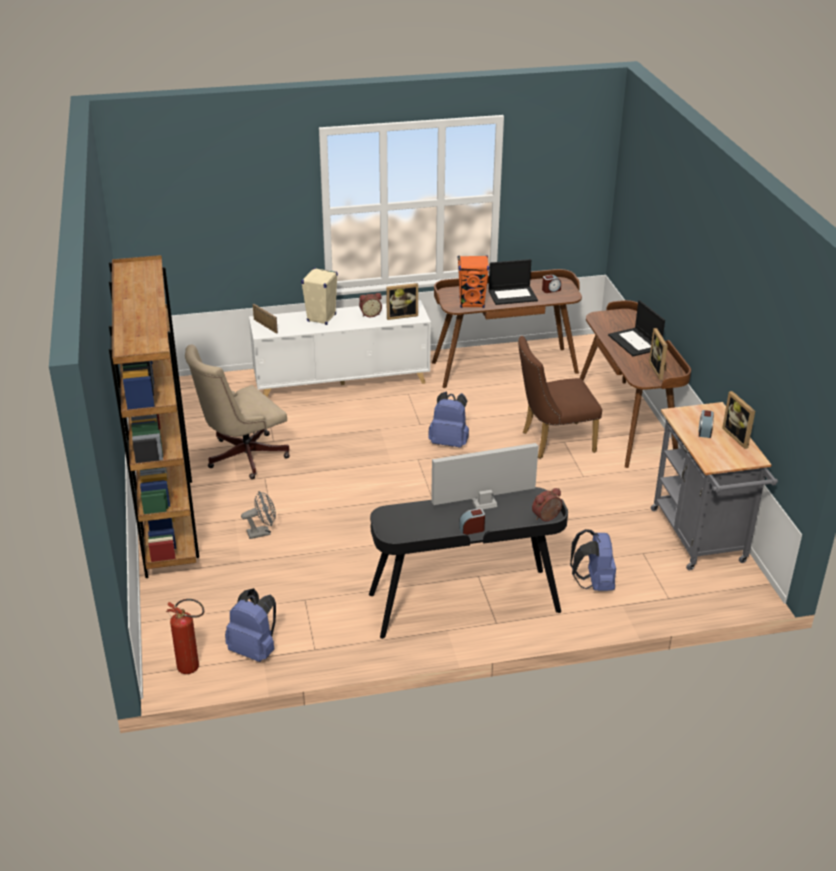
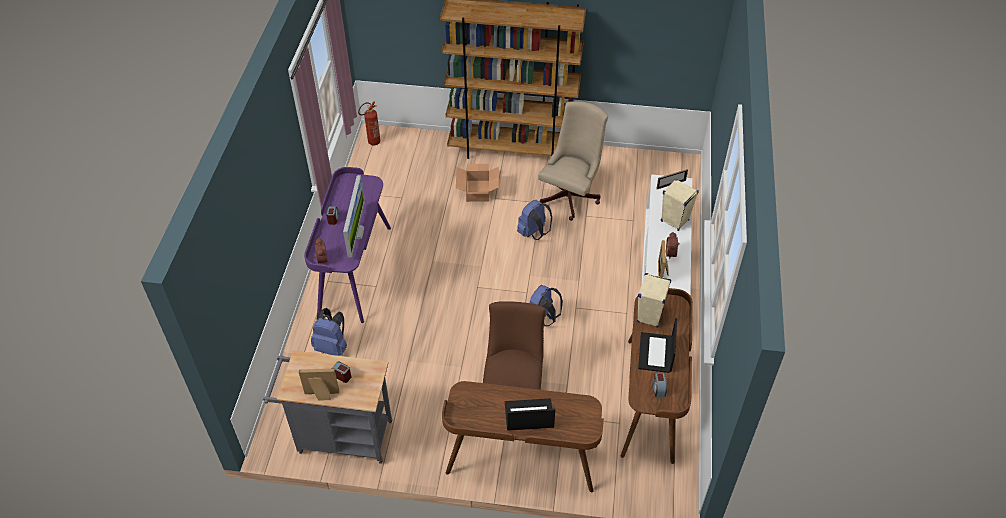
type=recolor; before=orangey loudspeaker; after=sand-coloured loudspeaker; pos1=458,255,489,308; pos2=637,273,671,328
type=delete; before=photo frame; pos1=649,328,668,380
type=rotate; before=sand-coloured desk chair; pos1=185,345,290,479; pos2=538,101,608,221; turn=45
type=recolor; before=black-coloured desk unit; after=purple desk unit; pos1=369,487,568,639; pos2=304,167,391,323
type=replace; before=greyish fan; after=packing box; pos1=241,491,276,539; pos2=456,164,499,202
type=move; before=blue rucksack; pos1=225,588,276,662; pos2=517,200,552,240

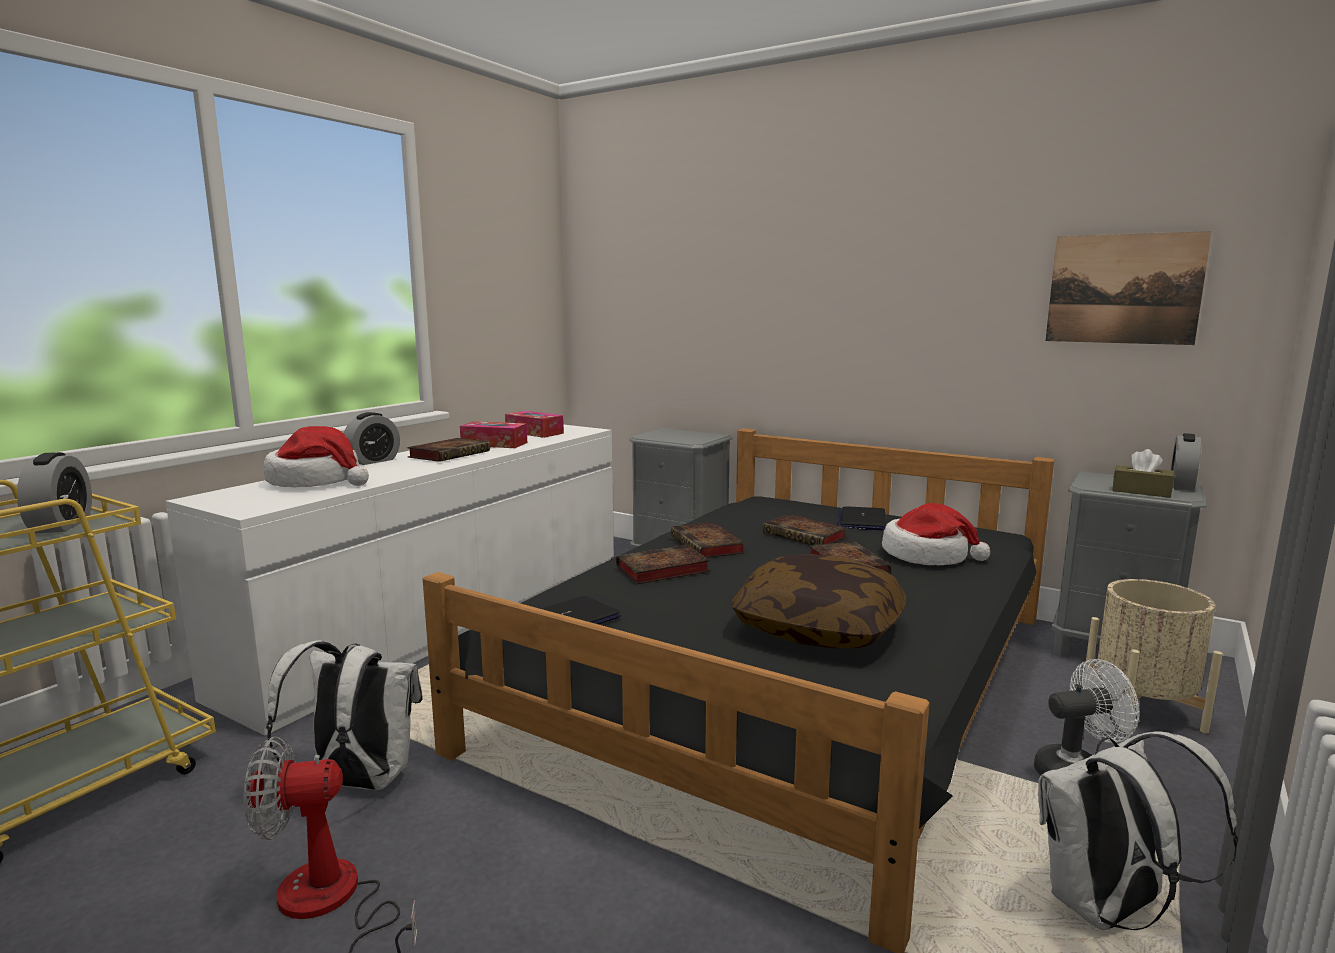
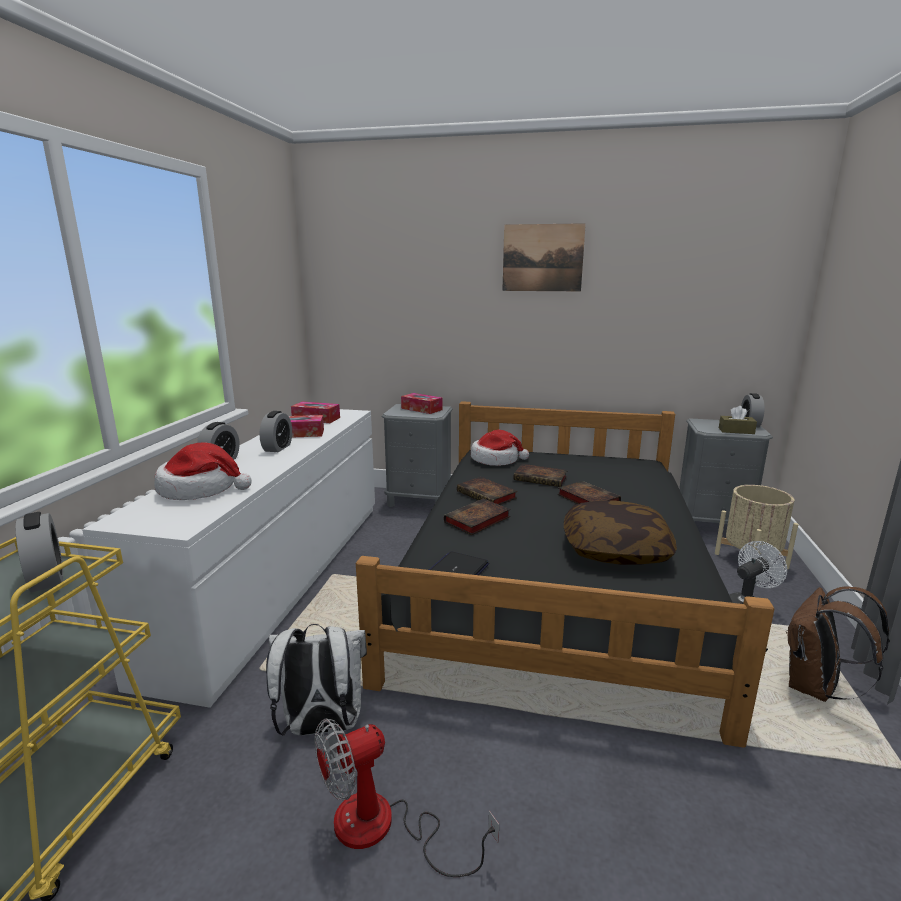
type=move; before=picture; pos1=1046,231,1212,345; pos2=502,223,586,291
type=replace; before=bound book; after=alarm clock; pos1=407,438,490,462; pos2=260,411,292,452
type=move; before=hat; pos1=882,503,990,565; pos2=471,430,529,466
type=delete; before=portable computer; pos1=837,506,886,530
type=recolor; before=white-coloured rucksack; after=brown rucksack; pos1=1038,731,1238,930; pos2=786,586,890,702
type=insert; after=box of tissues; pos2=401,393,442,414

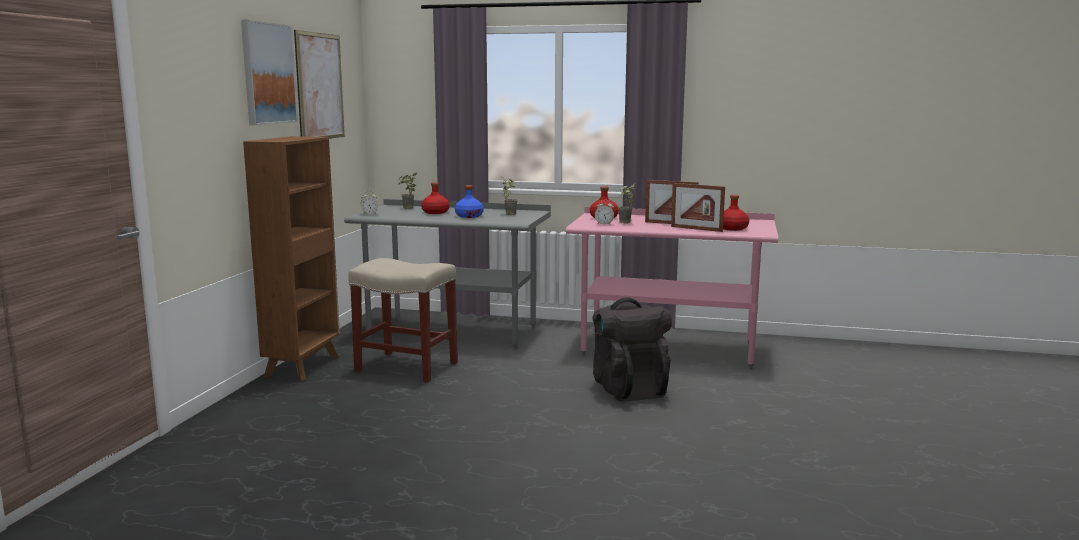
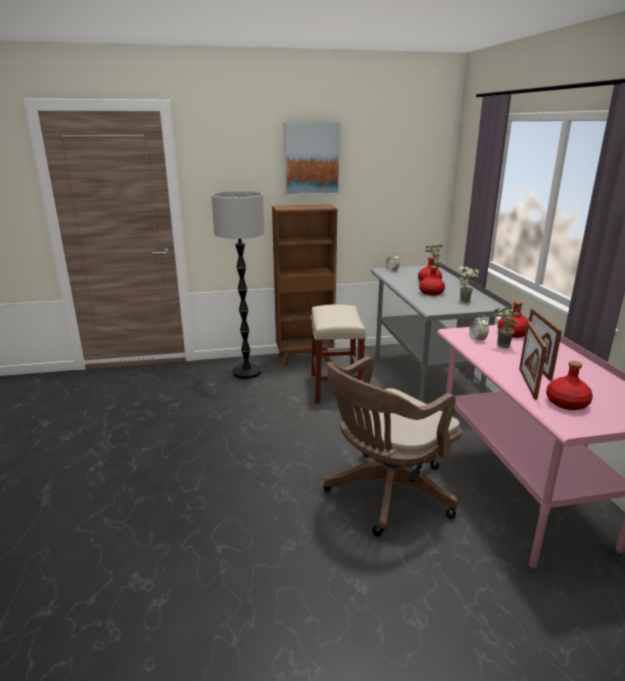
type=delete; before=picture; pos1=294,30,345,139
type=recolor; before=blue drink bottle; after=red-coloured drink bottle; pos1=455,185,484,218; pos2=419,266,445,295
type=replace; before=black-coloured rucksack; after=brown desk chair; pos1=592,297,672,402; pos2=323,357,462,536
type=insert; after=floor lamp; pos2=211,191,264,379

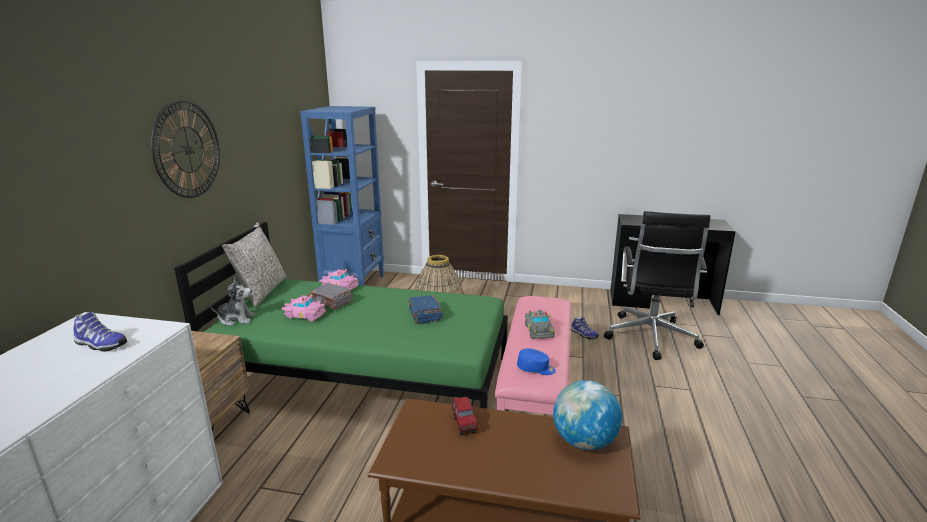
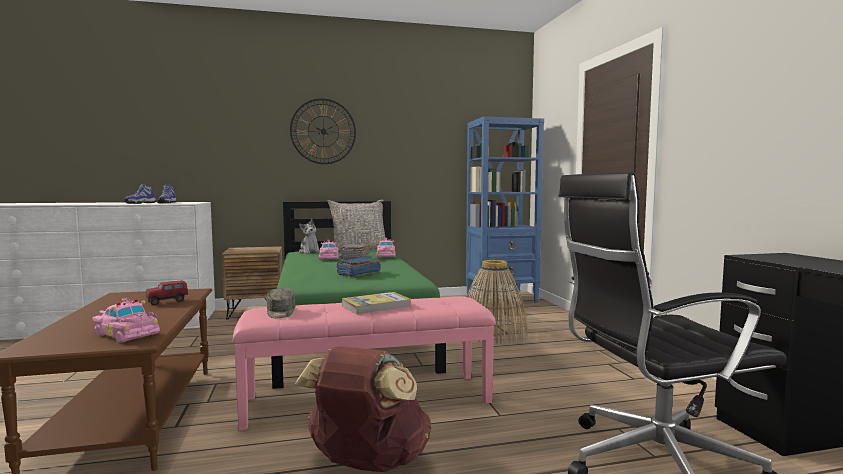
type=replace; before=greyish model car; after=bound book; pos1=525,310,555,339; pos2=342,292,411,315
type=move; before=item of footwear; pos1=571,317,599,339; pos2=124,184,156,204
type=recolor; before=blue cap; after=greyish cap; pos1=517,348,556,375; pos2=267,288,296,318
type=replace; before=globe; after=pinkish model car; pos1=553,380,622,450; pos2=92,298,160,343
type=insert; after=brown rucksack; pos2=295,346,431,472

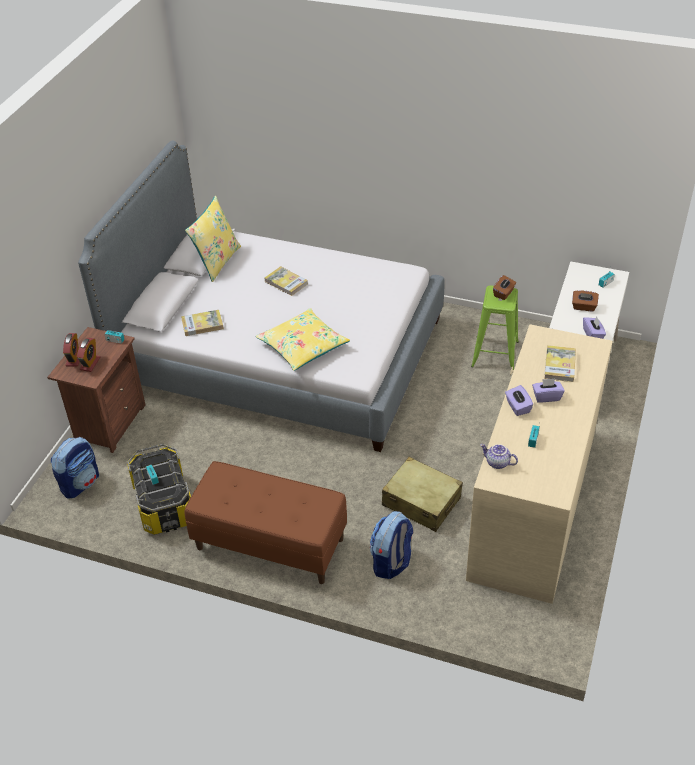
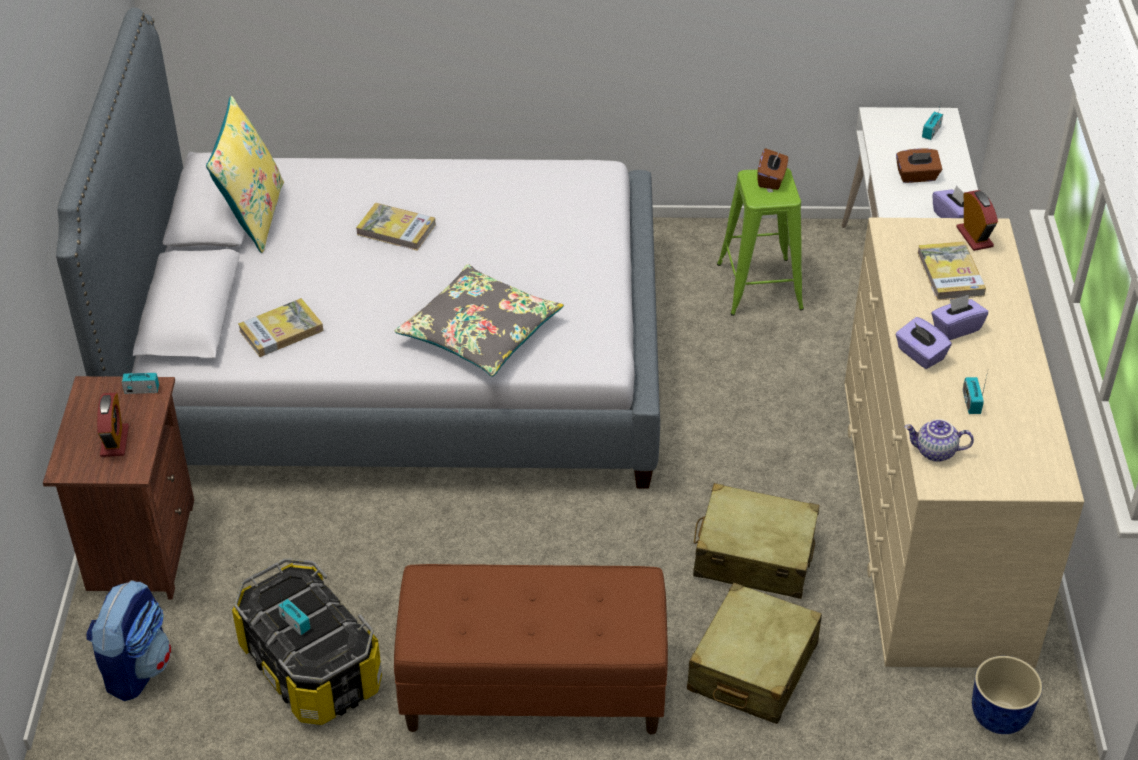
type=recolor; before=yellow-coloured throw pillow; after=greyish throw pillow; pos1=255,308,350,371; pos2=394,264,564,376
type=move; before=alarm clock; pos1=63,333,80,366; pos2=956,190,998,251
type=replace; before=rucksack; after=sand-coloured suitcase; pos1=370,511,413,579; pos2=687,583,822,724
type=insert; after=plant pot; pos2=972,656,1042,734

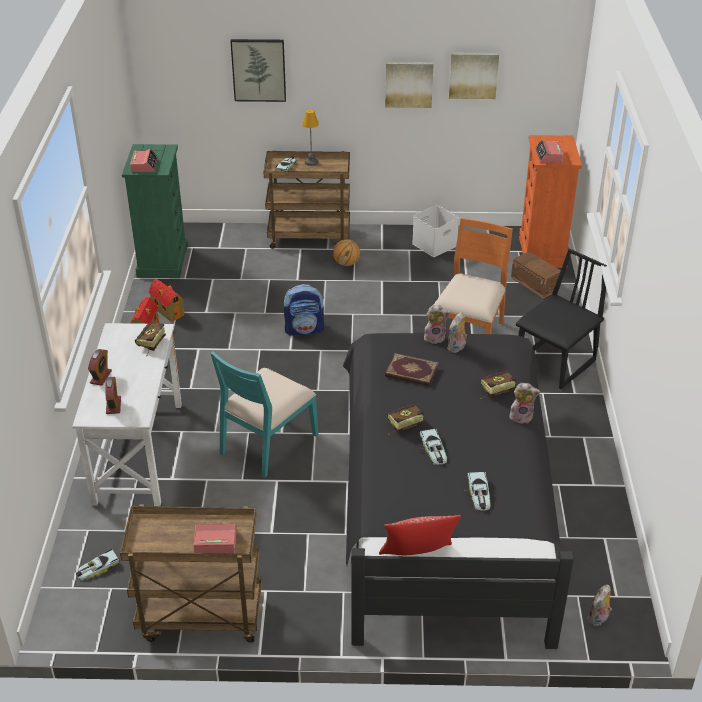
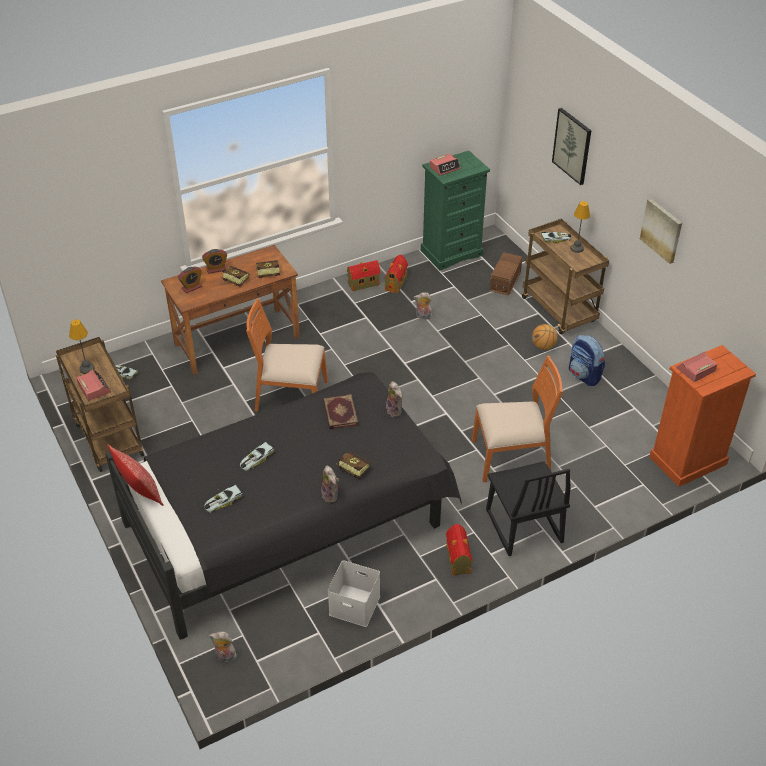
type=delete; before=picture; pos1=449,53,499,99
type=move; before=white-coloured storage bin; pos1=412,205,459,257; pos2=328,560,380,627
type=rotate; before=black-coloured chair; pos1=516,248,607,389; pos2=486,461,571,556; turn=60
type=move; before=brown storage bin; pos1=511,251,561,299; pos2=490,252,522,296
type=move; before=rucksack; pos1=284,284,324,336; pos2=569,335,605,386
type=move; before=cuddly toy; pos1=447,312,467,353; pos2=414,292,432,319
type=recolor; before=white-coloured desk unit; after=brown desk unit; pos1=72,323,182,506; pos2=161,245,300,375
type=recolor; before=blue-green chair; after=orangey chair; pos1=210,351,318,478; pos2=246,299,328,412
type=move; before=bound book; pos1=387,404,424,435; pos2=221,266,249,287
type=insert; after=table lamp; pos2=69,319,95,374
type=insert; after=toy house; pos2=446,524,472,575

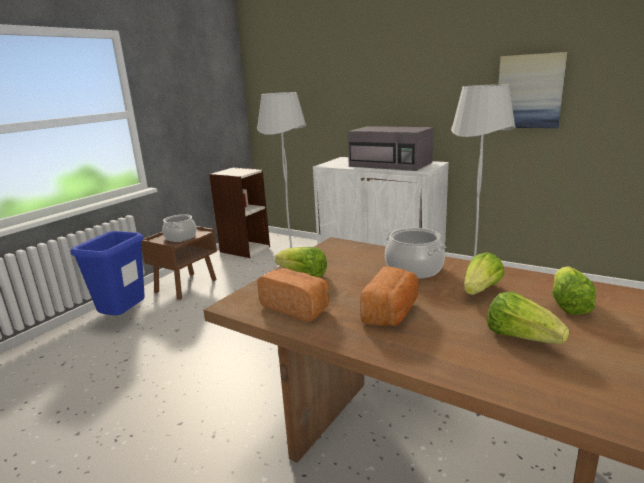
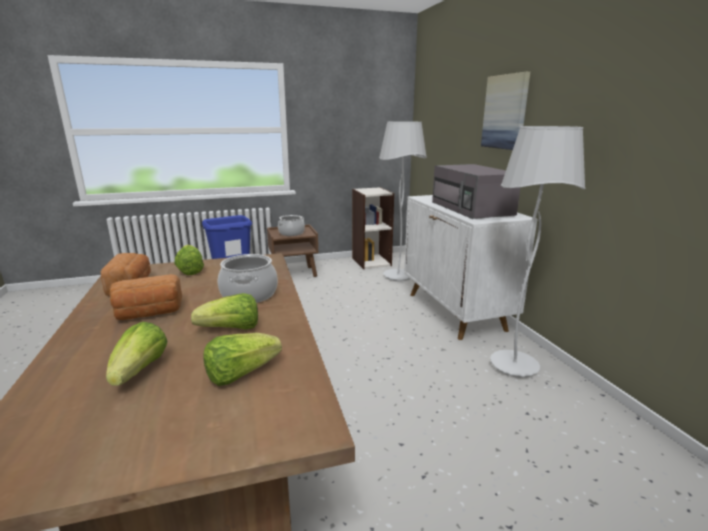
type=move; before=picture; pos1=499,52,568,128; pos2=481,72,531,150

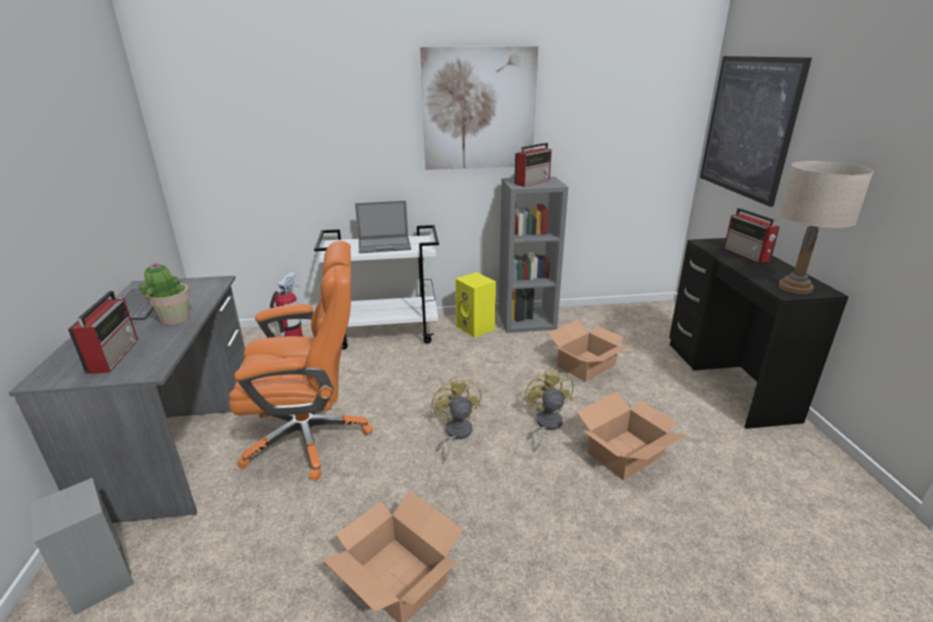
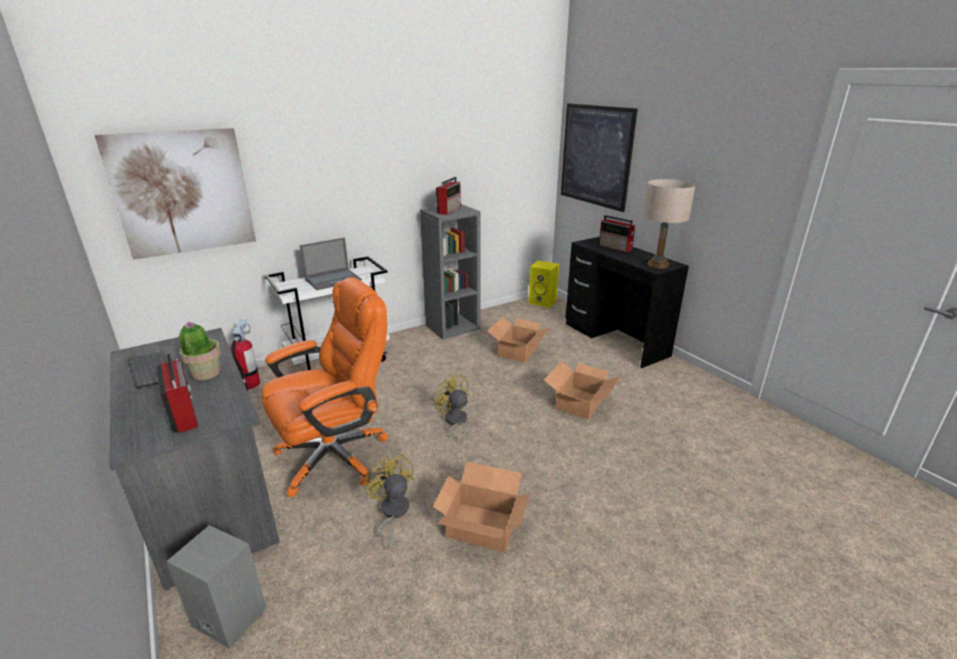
type=move; before=picture; pos1=420,46,538,170; pos2=94,128,256,260
type=move; before=yellow-coloured loudspeaker; pos1=455,272,496,338; pos2=529,261,559,308
type=move; before=yellow-coloured fan; pos1=525,368,574,452; pos2=365,454,414,550

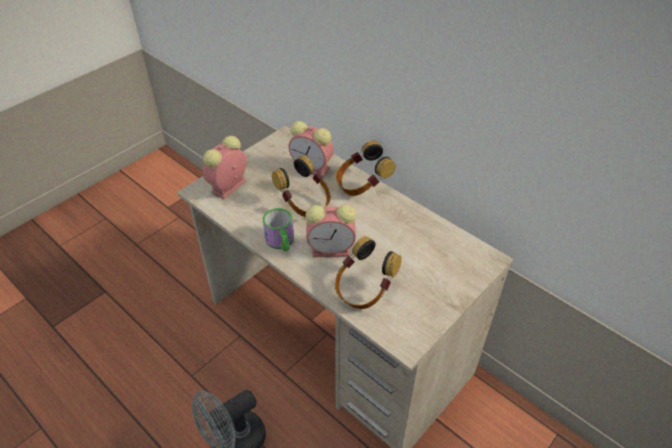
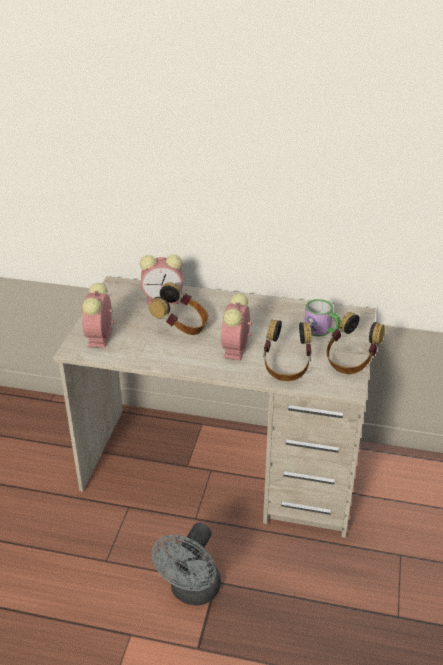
type=move; before=pair of headphones; pos1=336,141,396,196; pos2=327,312,385,374
type=rotate; before=alarm clock; pos1=305,205,357,257; pos2=221,294,252,360; turn=135
type=move; before=tea mug; pos1=263,208,294,251; pos2=304,299,341,336

